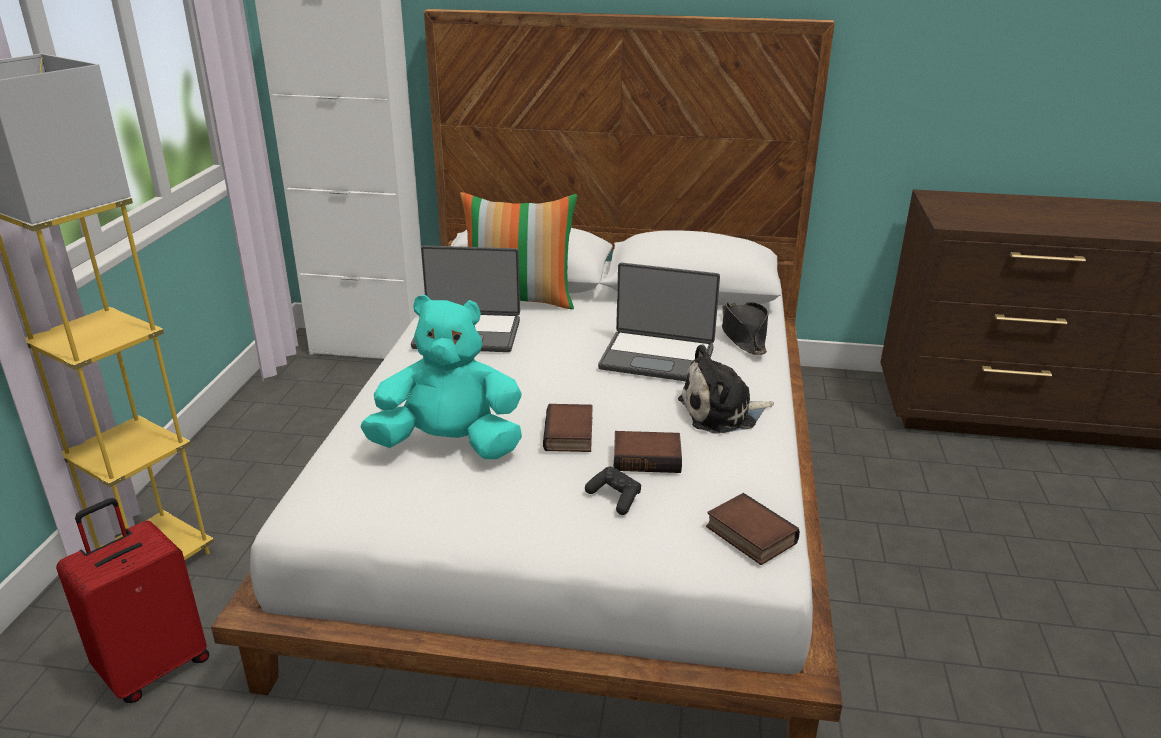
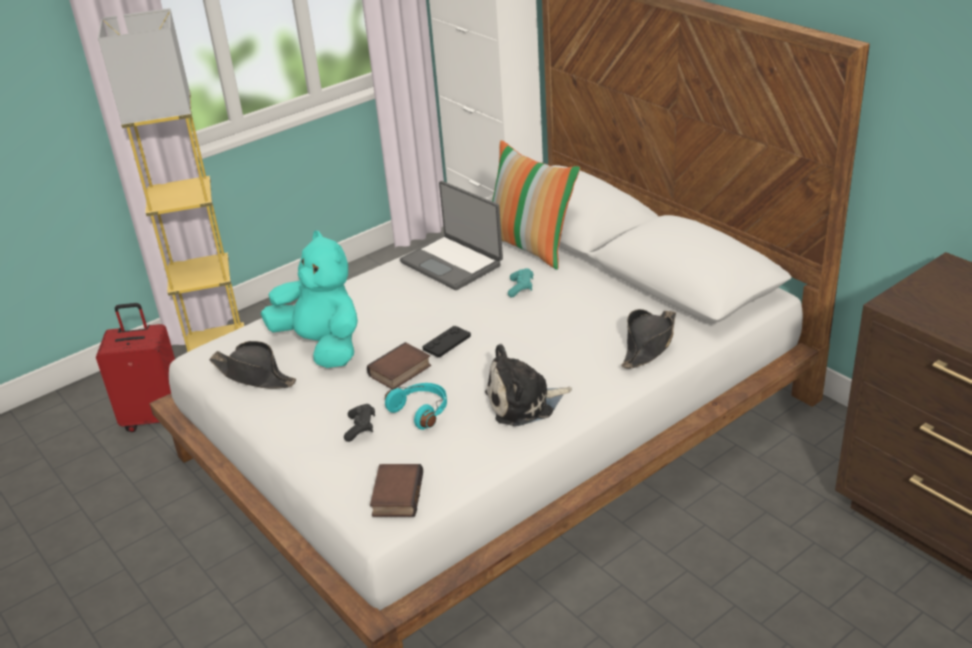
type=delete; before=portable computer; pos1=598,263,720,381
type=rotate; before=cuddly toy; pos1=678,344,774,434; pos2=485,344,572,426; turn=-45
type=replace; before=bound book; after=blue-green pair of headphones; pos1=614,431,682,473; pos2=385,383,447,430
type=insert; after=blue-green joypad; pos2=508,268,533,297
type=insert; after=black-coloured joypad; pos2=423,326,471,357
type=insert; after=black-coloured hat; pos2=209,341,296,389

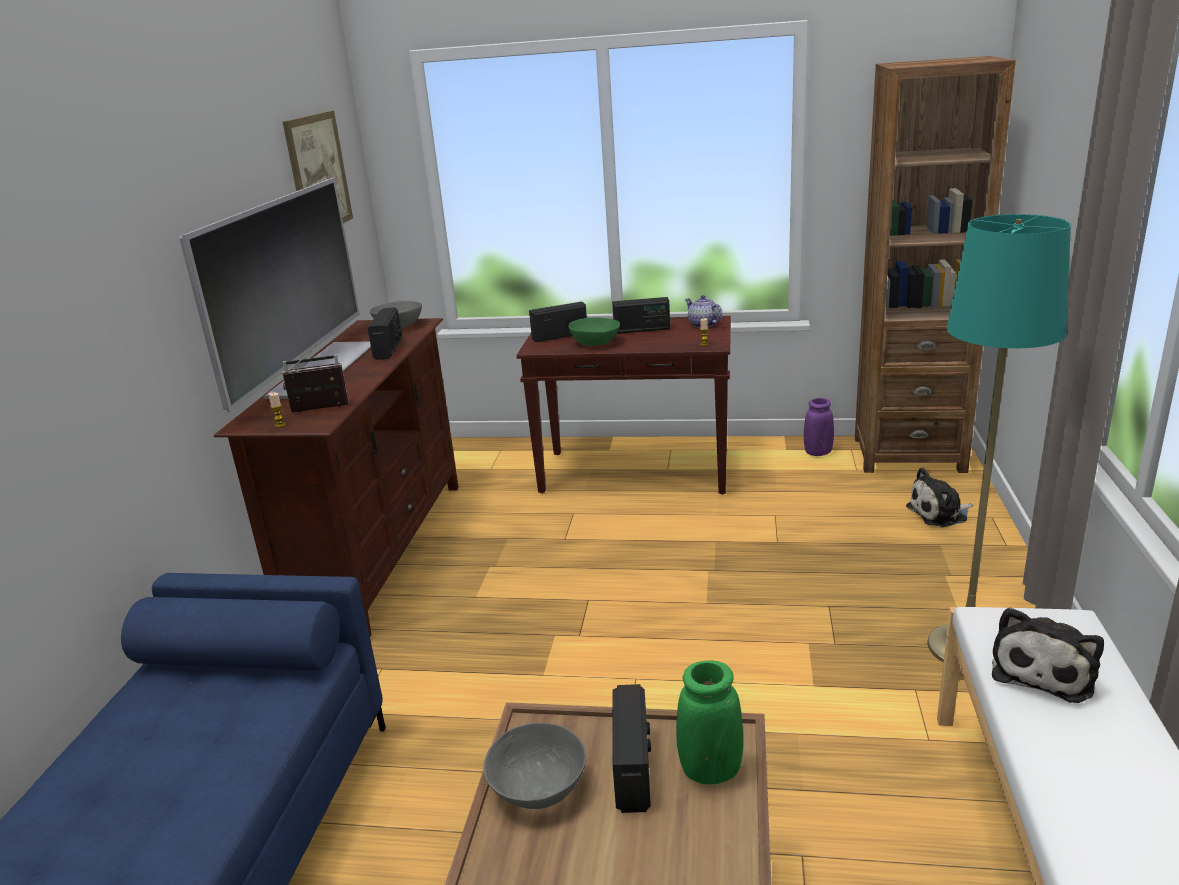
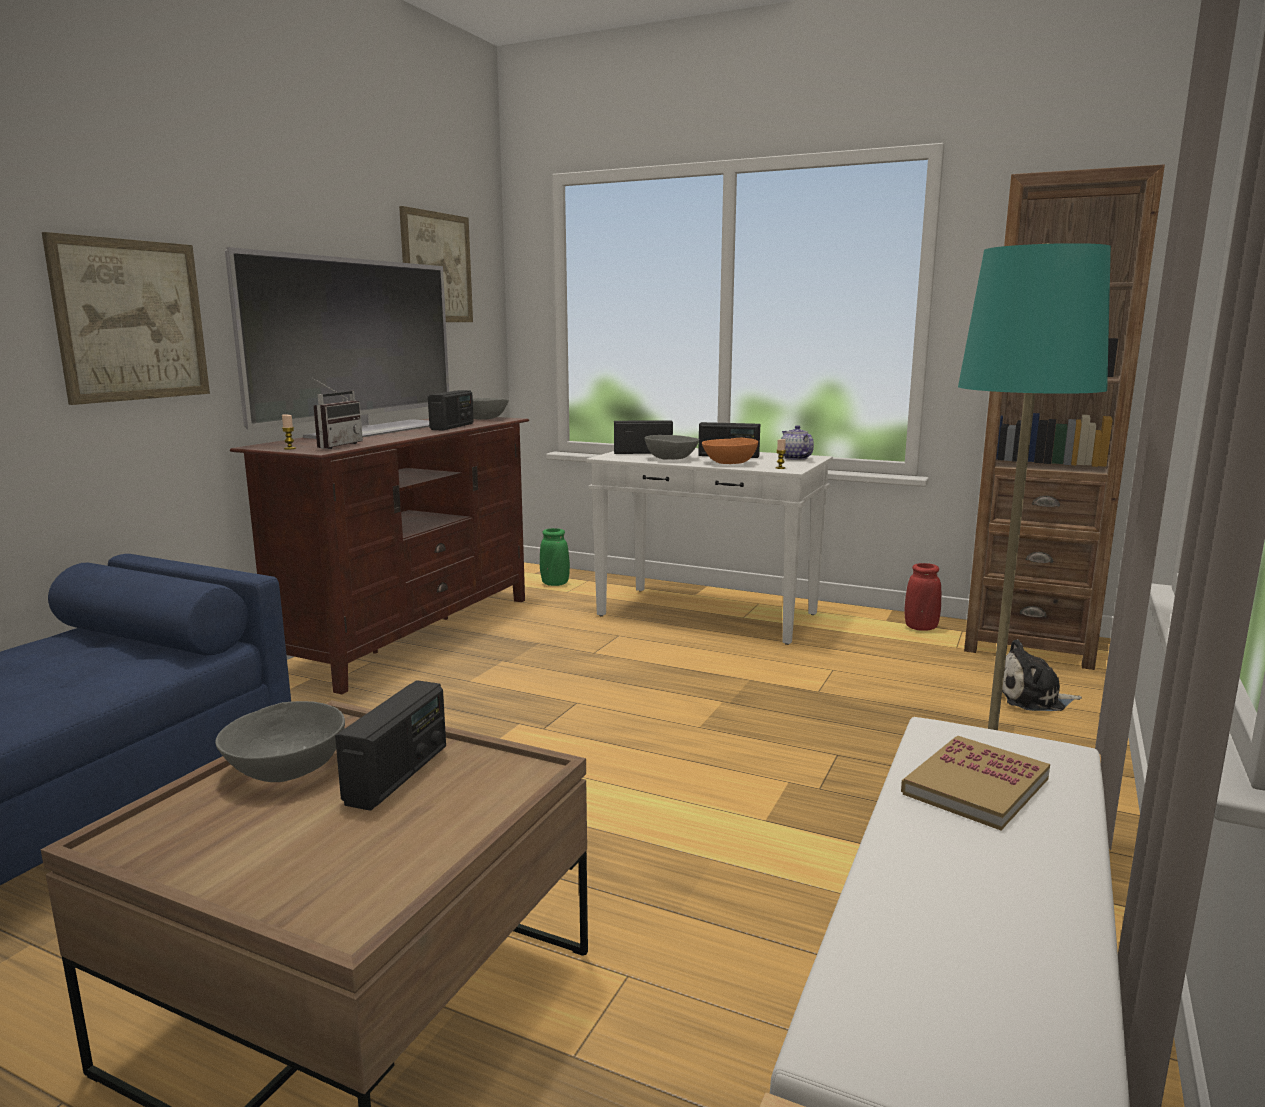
type=recolor; before=brown narrow table; after=white-coloured narrow table; pos1=516,316,731,494; pos2=586,448,833,645
type=recolor; before=greenish bowl; after=greyish bowl; pos1=569,317,620,346; pos2=645,435,699,460
type=rotate; before=radio; pos1=282,351,349,413; pos2=312,378,363,449; turn=105
type=recolor; before=purple vase; after=red-coloured vase; pos1=804,398,834,456; pos2=904,563,941,631
type=replace; before=cuddly toy; after=bound book; pos1=992,607,1104,703; pos2=901,736,1050,830
type=move; before=greenish vase; pos1=676,661,743,785; pos2=540,528,570,586
type=insert; after=picture; pos2=42,232,210,405
type=insert; after=orangey bowl; pos2=702,438,758,464

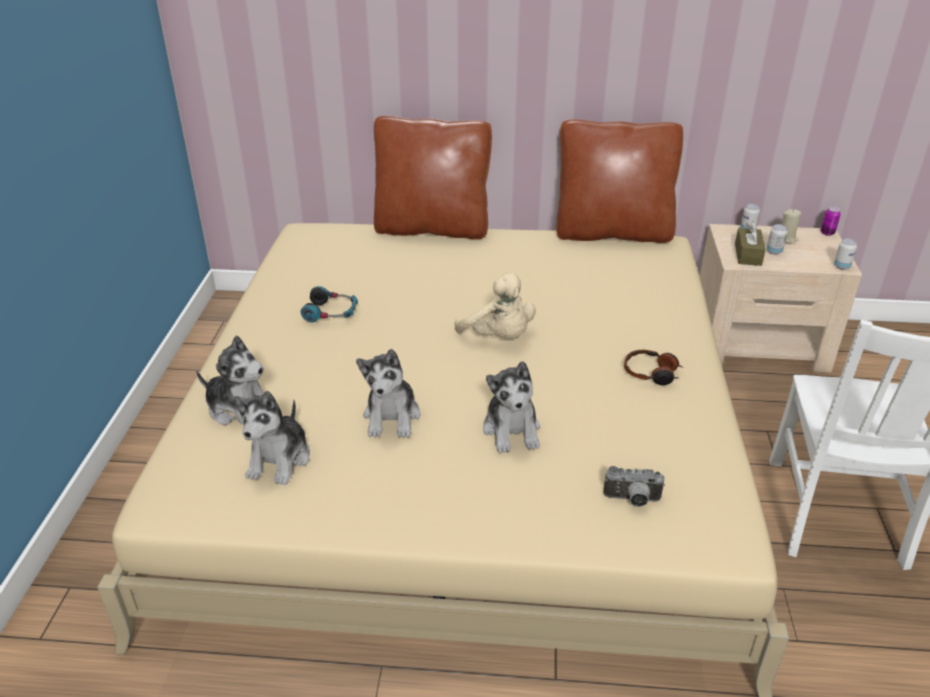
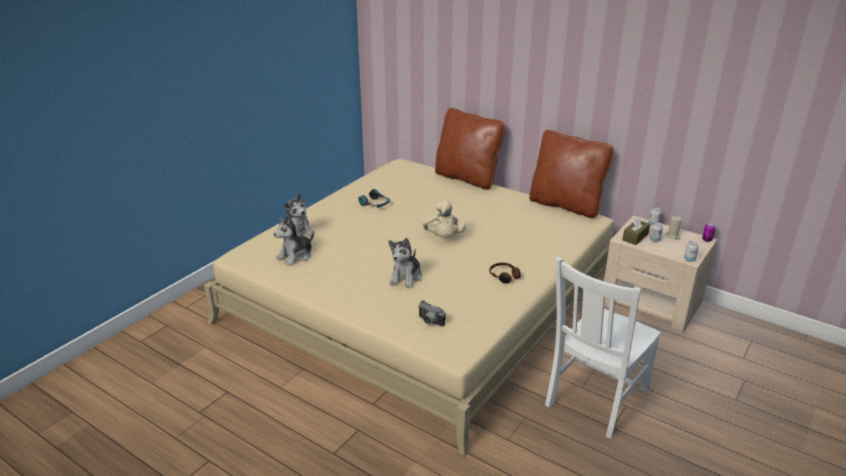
type=delete; before=cuddly toy; pos1=356,349,420,438

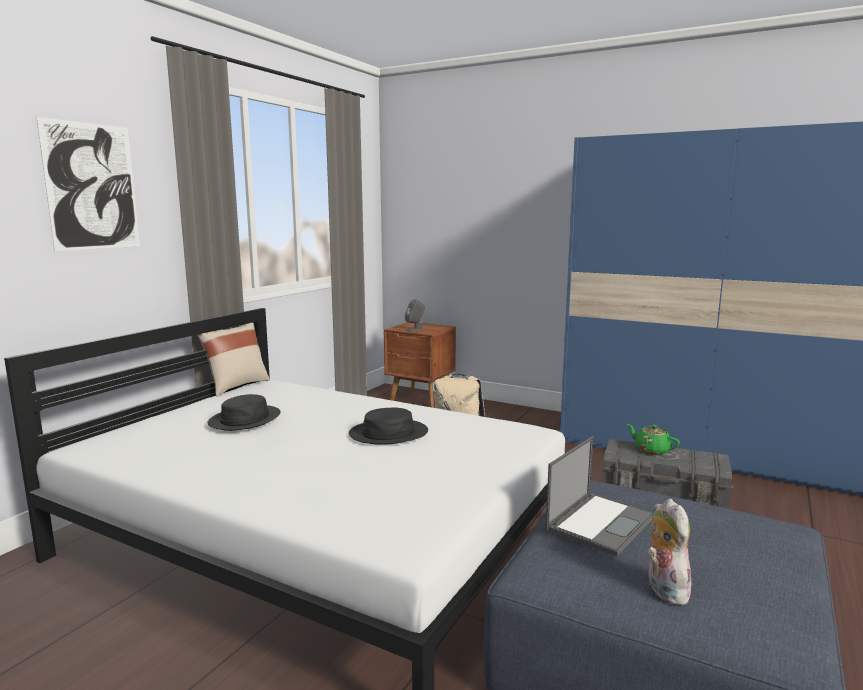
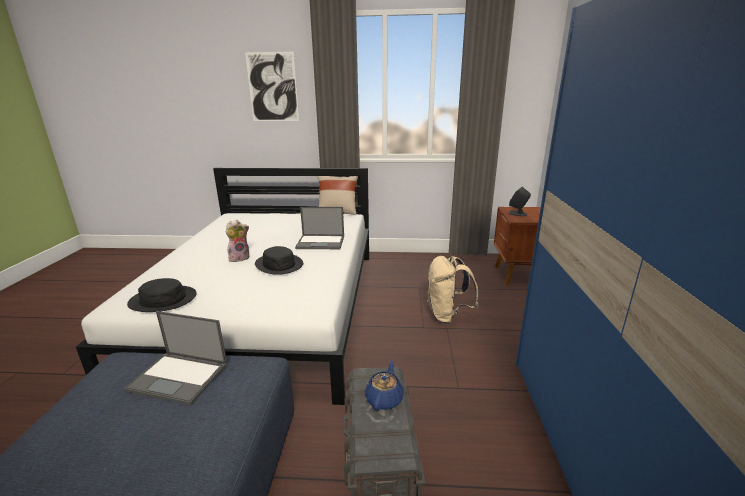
type=move; before=black-coloured hat; pos1=207,394,280,431; pos2=127,278,197,312
type=recolor; before=greenish teapot; after=blue teapot; pos1=627,424,680,455; pos2=365,360,403,410
type=move; before=cuddly toy; pos1=647,499,691,605; pos2=226,220,249,262
type=insert; after=portable computer; pos2=295,207,344,249

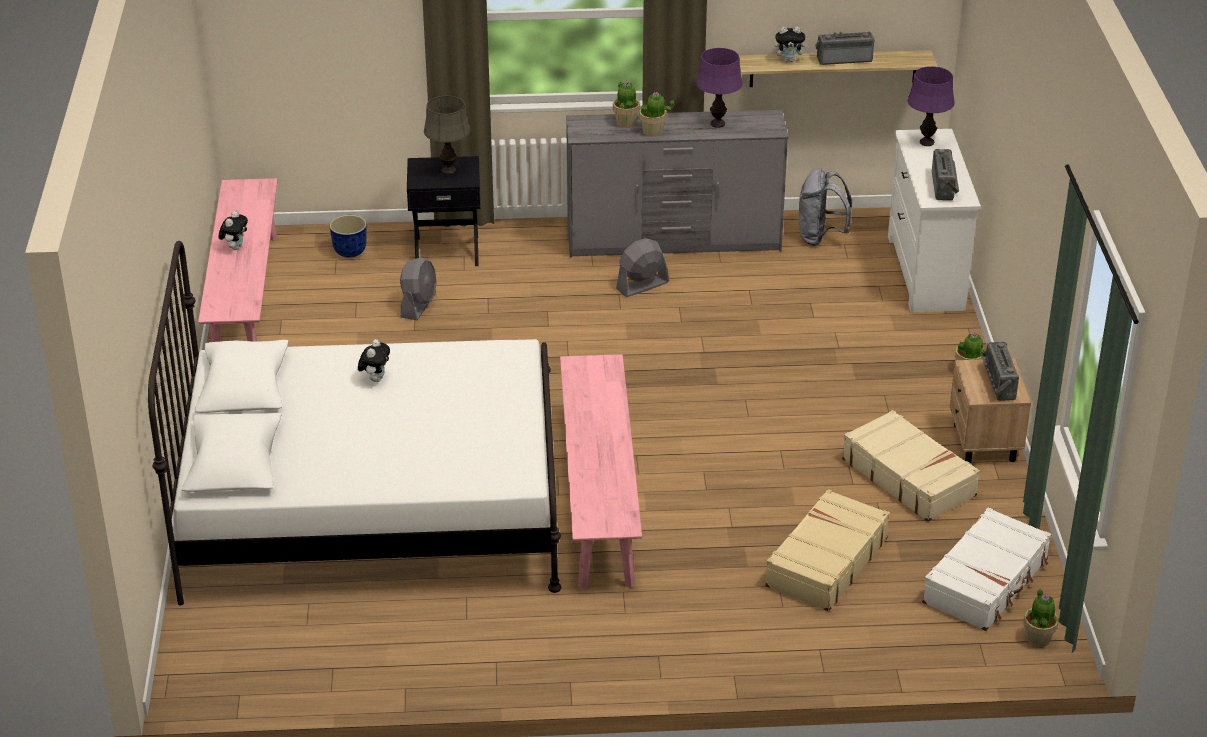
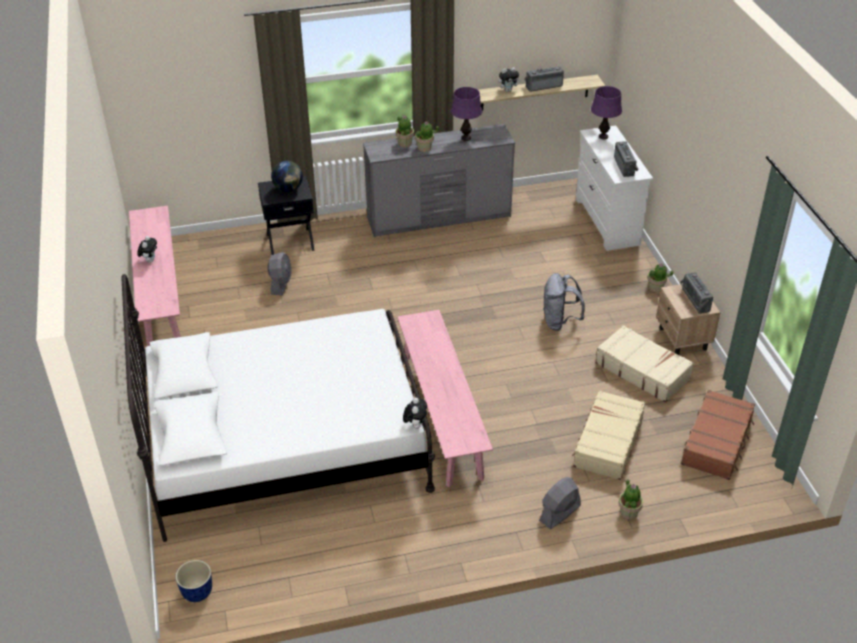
type=replace; before=greyish table lamp; after=globe; pos1=424,96,470,175; pos2=271,161,303,192
type=move; before=greyish rucksack; pos1=799,168,852,246; pos2=543,273,585,331
type=move; before=plant pot; pos1=330,215,367,258; pos2=175,560,212,602
type=move; before=greyish fan; pos1=616,238,669,297; pos2=539,477,581,529
type=move; before=cuddly toy; pos1=358,339,390,382; pos2=403,398,427,429
type=recolor; before=white-coloured suitcase; after=brown suitcase; pos1=922,507,1051,631; pos2=681,390,755,480
type=move; before=plant in a pot; pos1=1024,589,1058,647; pos2=619,479,643,520

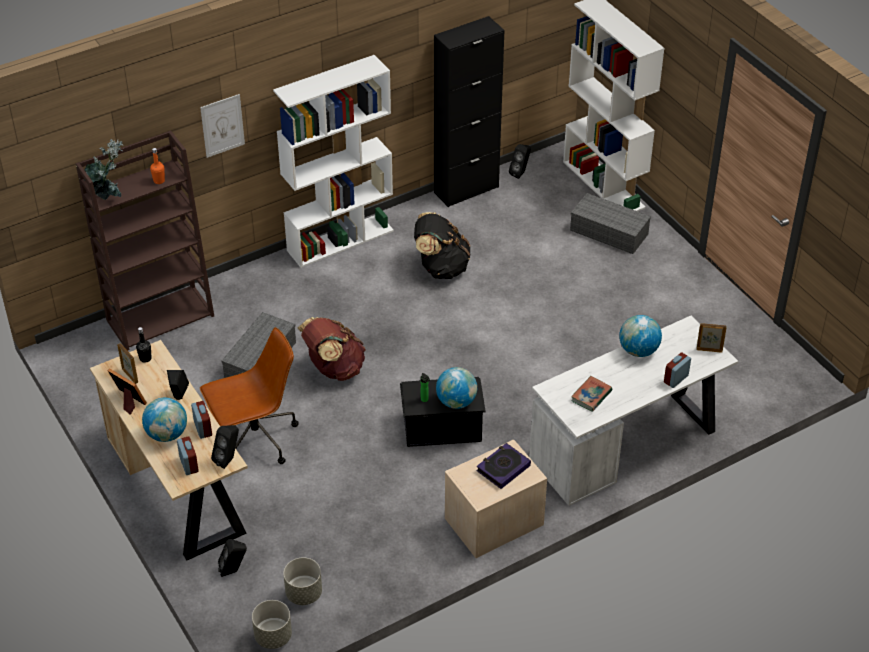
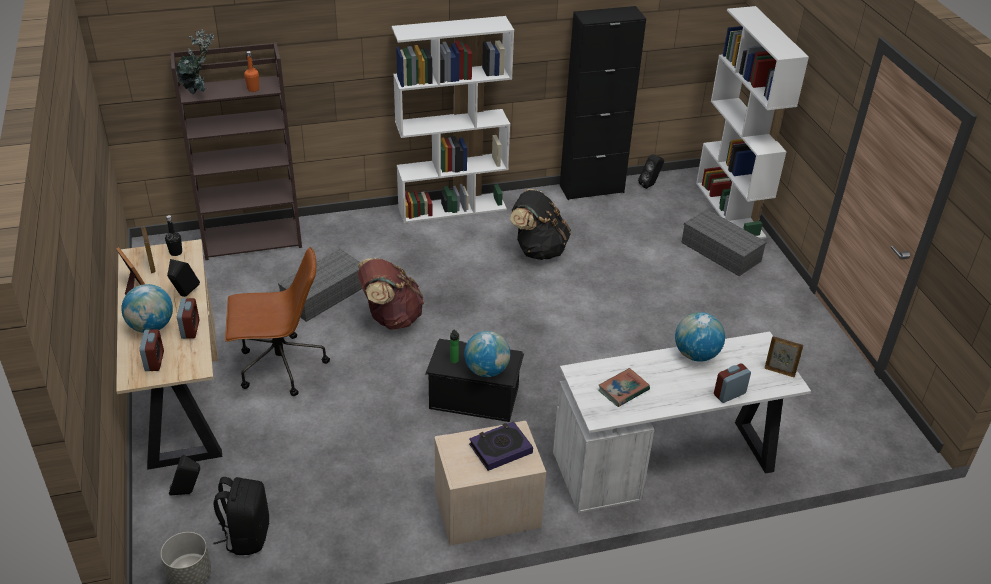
type=delete; before=picture; pos1=200,94,245,158
type=delete; before=black-coloured loudspeaker; pos1=211,425,239,469
type=replace; before=greyish plant pot; after=black-coloured rucksack; pos1=283,558,322,605; pos2=213,477,269,555

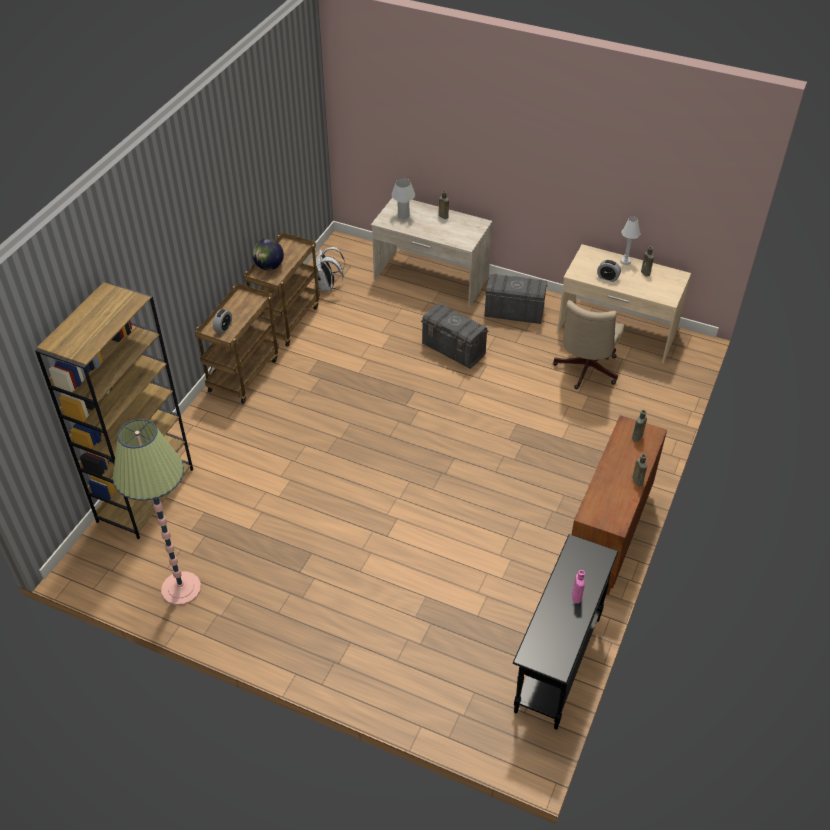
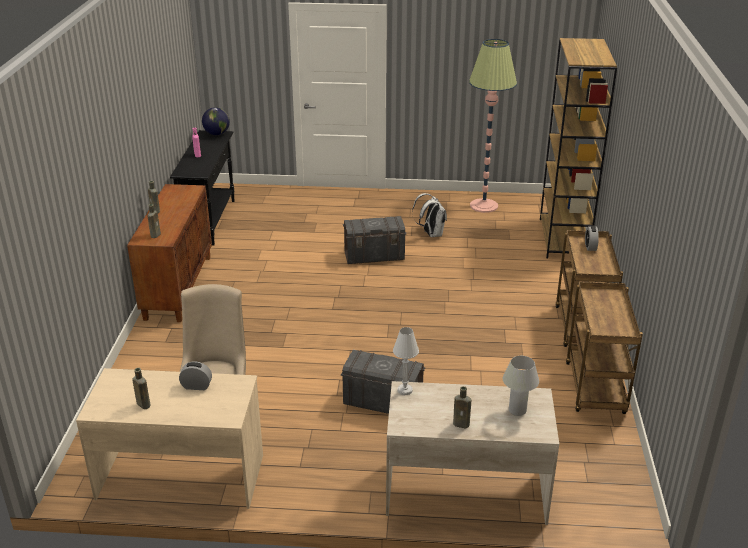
type=move; before=white-coloured table lamp; pos1=620,216,640,265; pos2=393,327,419,395
type=move; before=globe; pos1=252,239,284,270; pos2=202,107,230,135
type=move; before=white-coloured rucksack; pos1=316,247,345,291; pos2=412,193,447,237
type=move; before=greyish storage bin; pos1=485,274,548,324; pos2=343,216,407,264

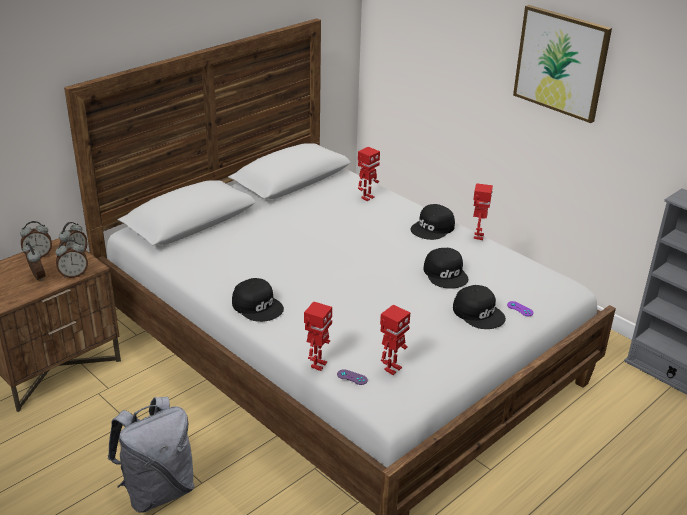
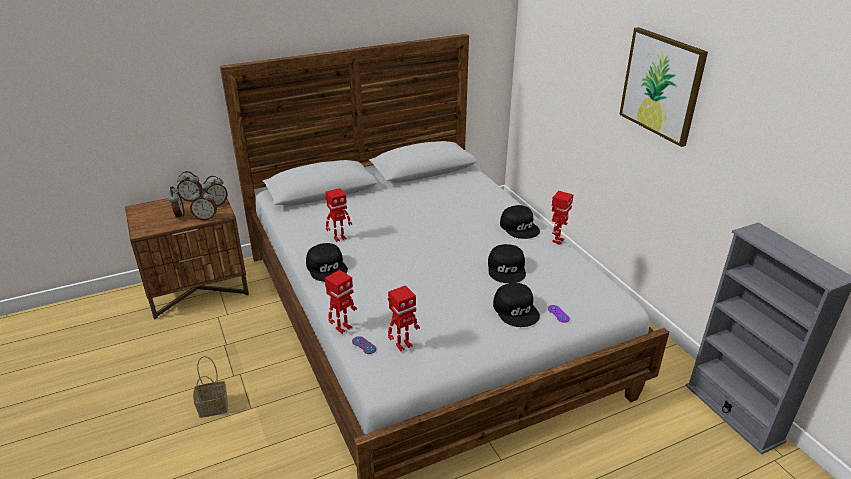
type=move; before=model robot; pos1=358,147,380,201; pos2=325,188,352,242
type=rotate; before=black-coloured cap; pos1=410,204,455,240; pos2=500,205,540,239; turn=-90
type=replace; before=greyish rucksack; after=basket; pos1=108,397,194,513; pos2=193,356,228,418

